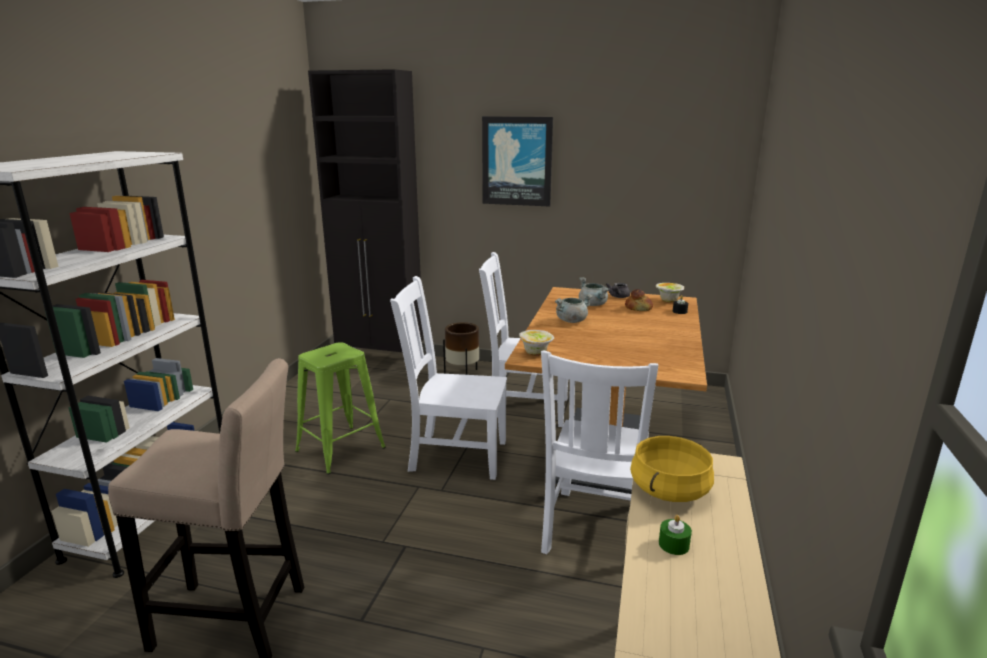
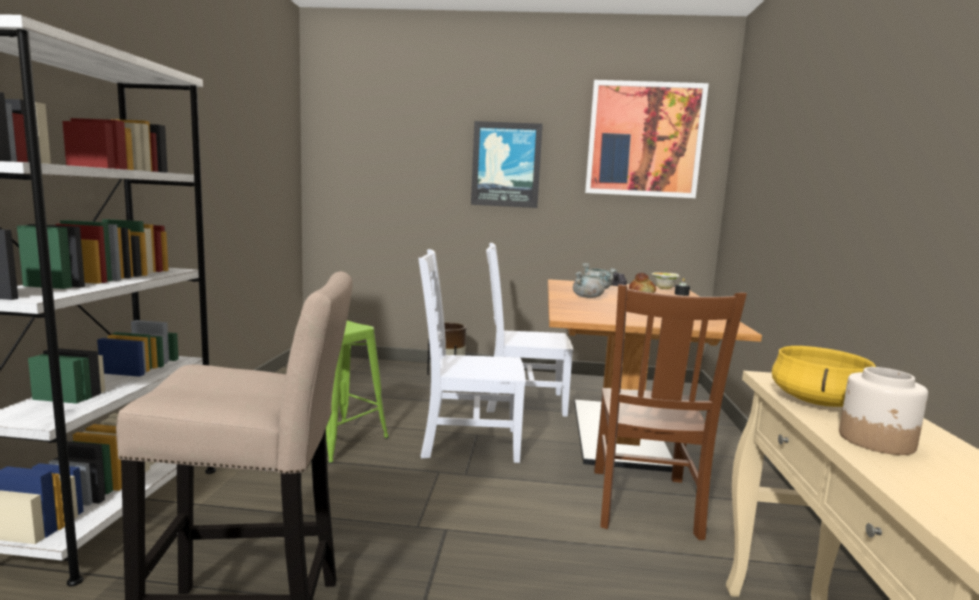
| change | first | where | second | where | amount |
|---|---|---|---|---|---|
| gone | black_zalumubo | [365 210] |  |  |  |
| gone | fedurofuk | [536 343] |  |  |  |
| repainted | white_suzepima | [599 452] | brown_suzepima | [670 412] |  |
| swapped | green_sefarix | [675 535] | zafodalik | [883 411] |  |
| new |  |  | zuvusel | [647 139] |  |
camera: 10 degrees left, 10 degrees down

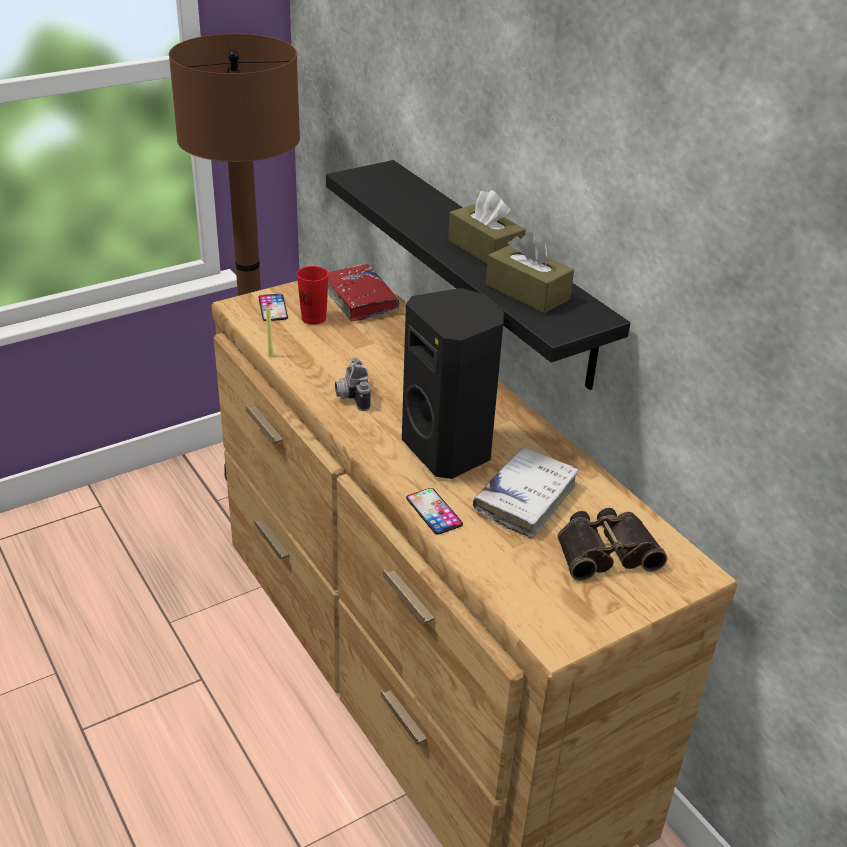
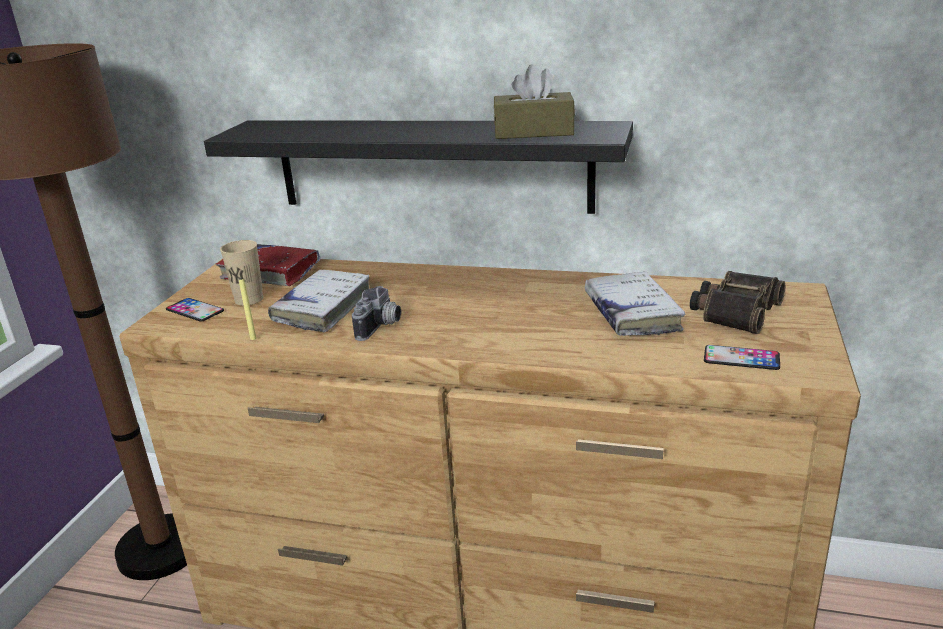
| change | first | where | second | where | amount |
|---|---|---|---|---|---|
| repainted | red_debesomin | [313 295] | beige_debesomin | [241 273] |  |
| rotated | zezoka | [353 384] |  | [376 313] | 105 degrees counterclockwise |
| gone | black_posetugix | [453 383] |  |  |  |
| shifted | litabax | [434 511] |  | [742 357] |  |
| gone | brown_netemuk | [487 227] |  |  |  |
| new |  |  | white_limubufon | [318 301] |  |
camera: 40 degrees left, 10 degrees down

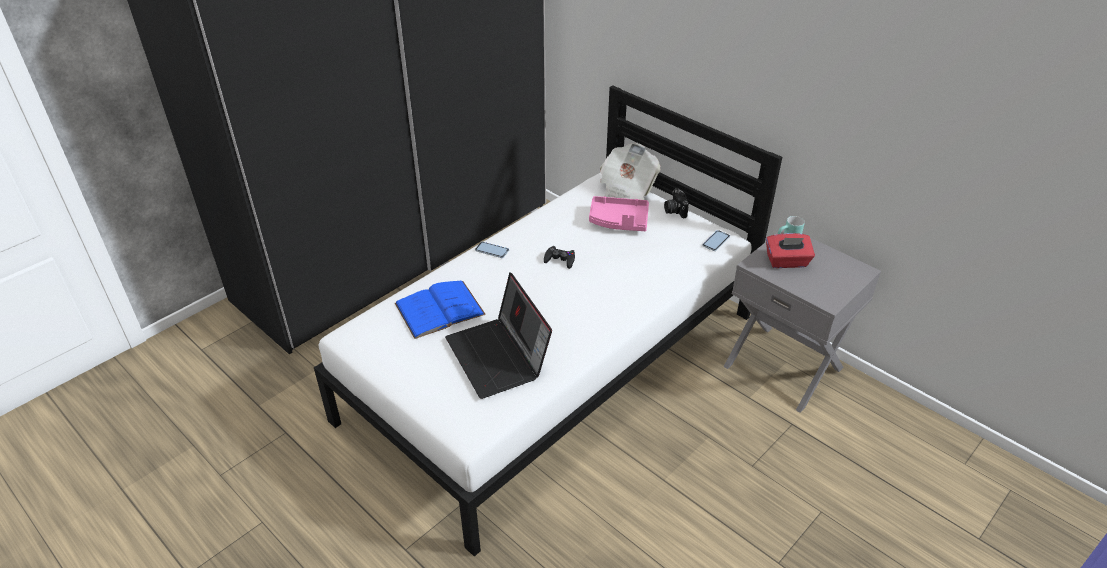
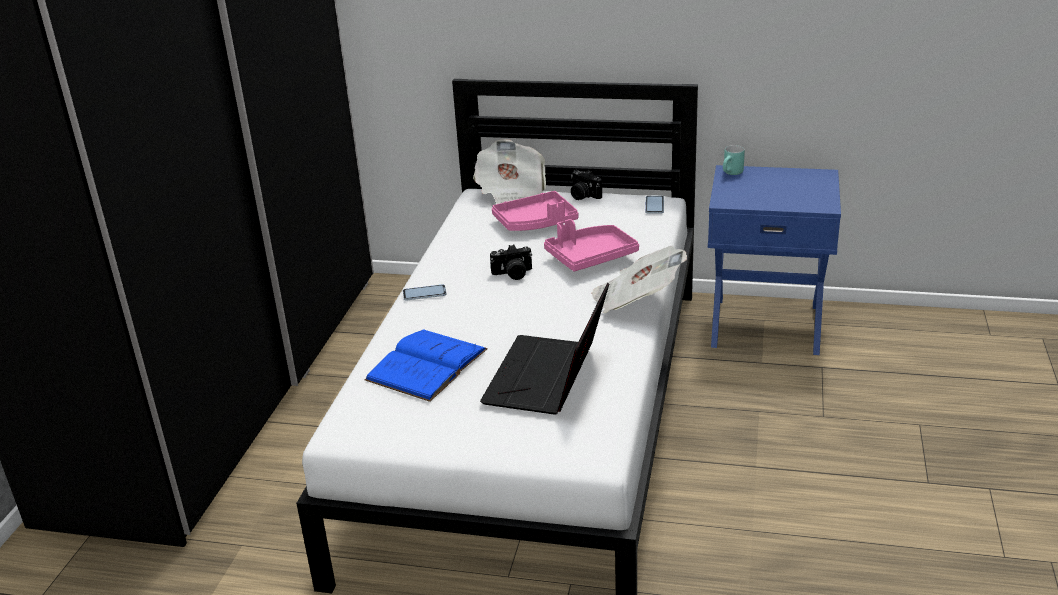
| change | first | where | second | where | amount |
|---|---|---|---|---|---|
| rotated | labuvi | [498 336] |  | [544 348] | 75 degrees clockwise |
| swapped | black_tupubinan | [559 257] | zezoka | [511 262] |  |
| repainted | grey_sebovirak | [802 321] | blue_sebovirak | [774 260] |  |
| gone | red_netemuk | [790 250] |  |  |  |
| new |  |  | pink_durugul | [591 245] |  |
| new |  |  | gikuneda | [639 279] |  |
camera: 30 degrees left, 10 degrees down

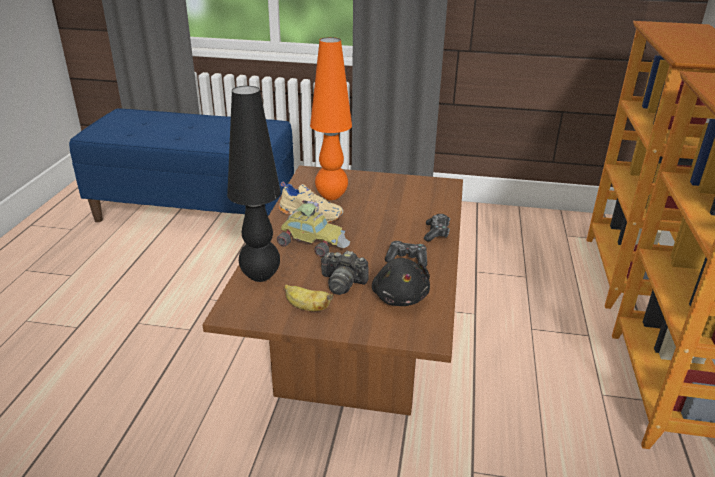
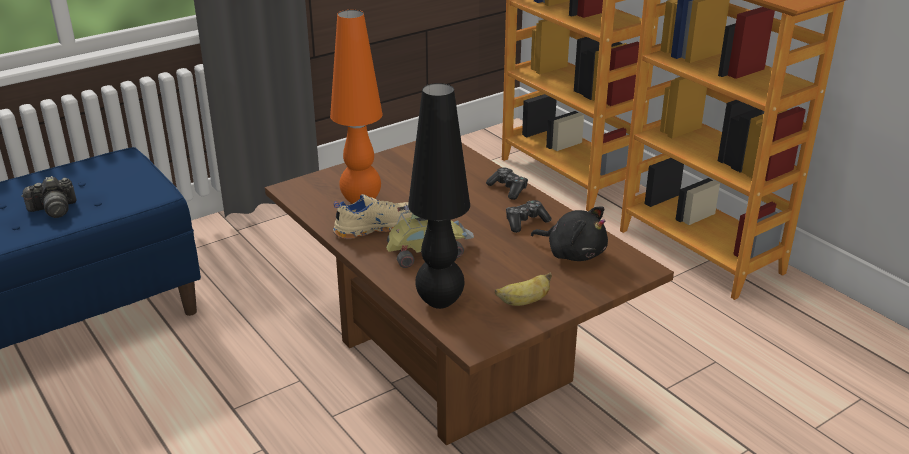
| change | first | where | second | where | amount |
|---|---|---|---|---|---|
| shifted | zezoka | [345 272] |  | [48 197] |  |
camera: 45 degrees left, 0 degrees up

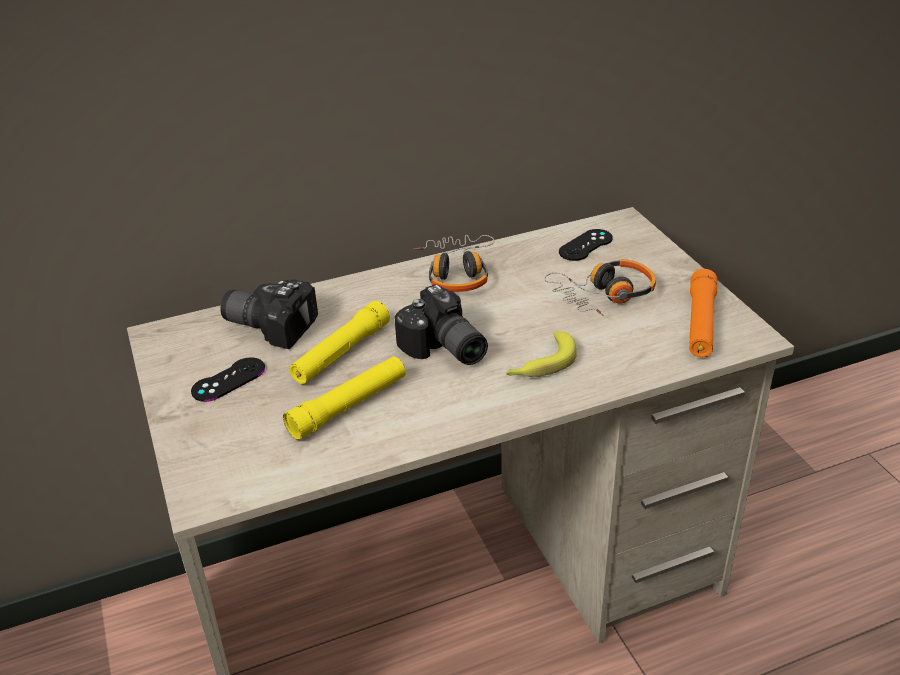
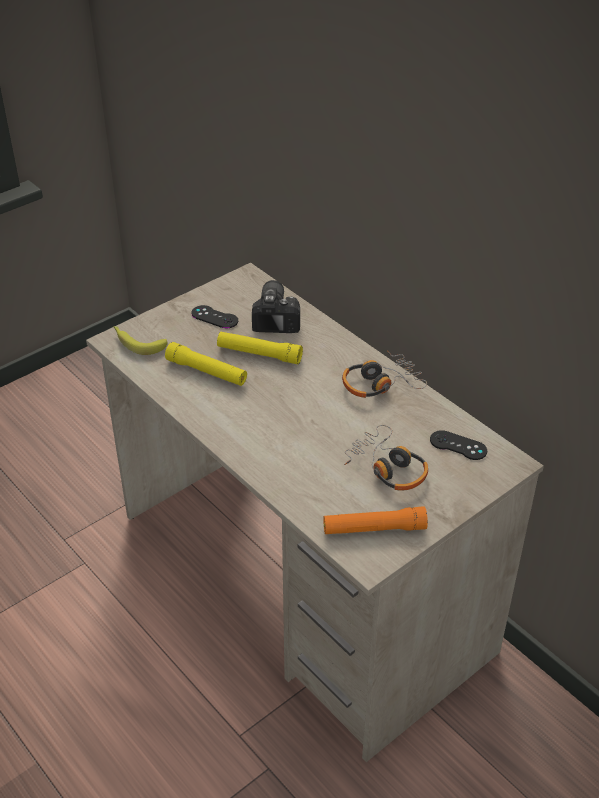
| change | first | where | second | where | amount |
|---|---|---|---|---|---|
| gone | zezoka | [441 324] |  |  |  |
| shifted | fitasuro | [541 354] |  | [140 340] |  |
camera: 70 degrees right, 5 degrees up

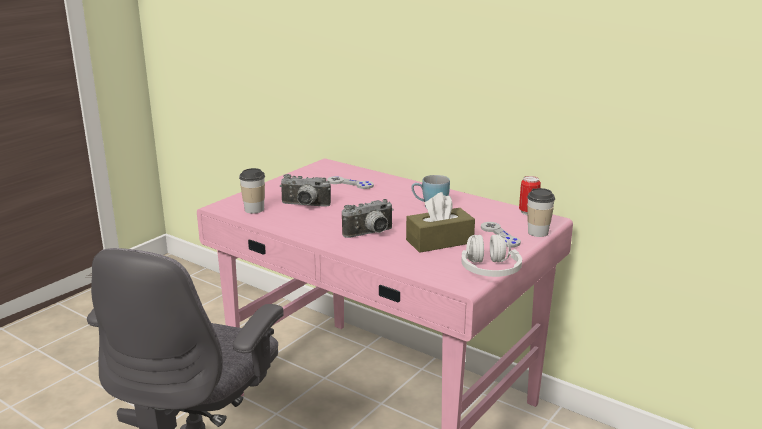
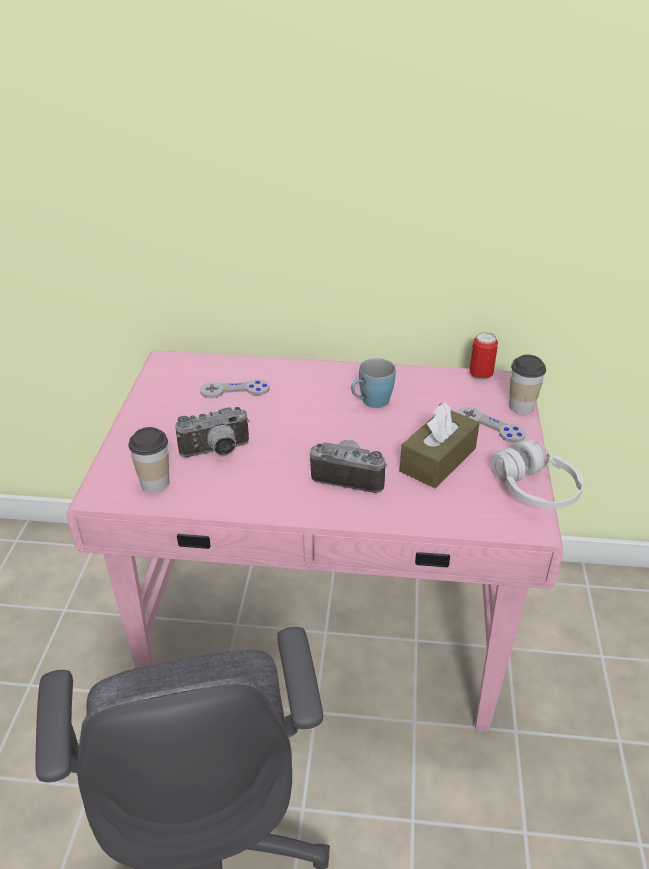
| change | first | where | second | where | amount |
|---|---|---|---|---|---|
| rotated | zezoka | [368 218] |  | [348 466] | 105 degrees counterclockwise |
camera: 30 degrees left, 15 degrees up

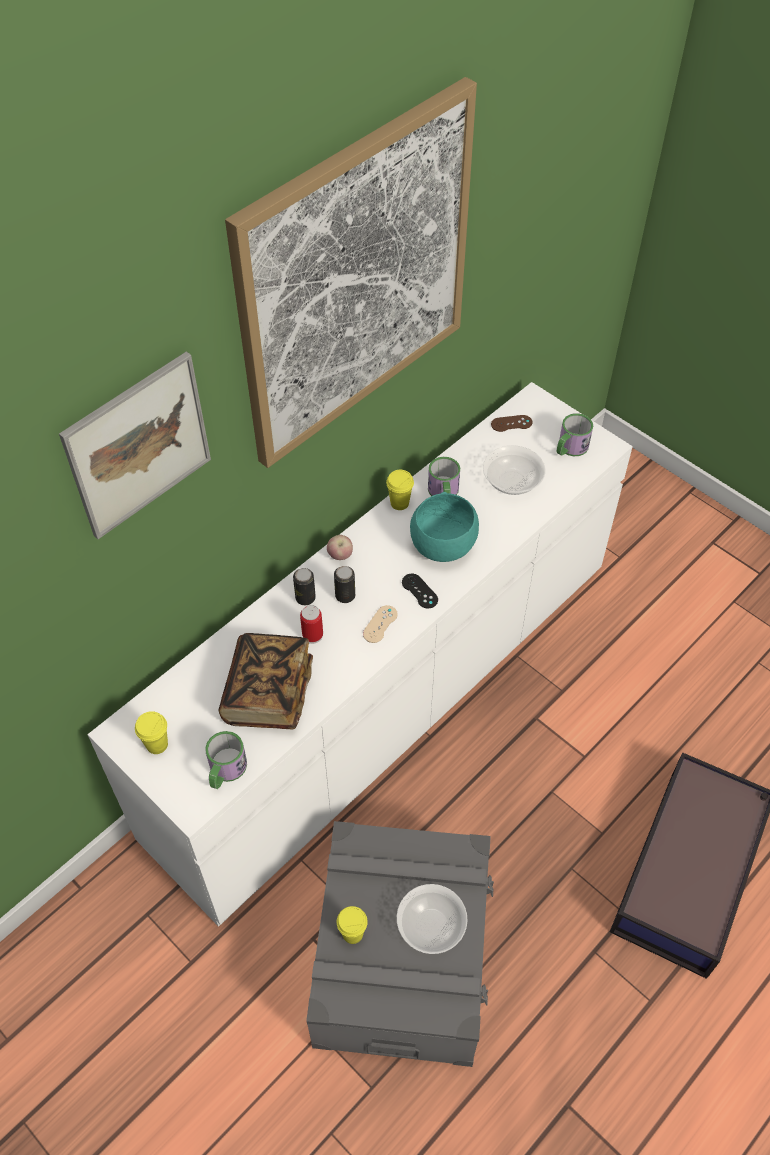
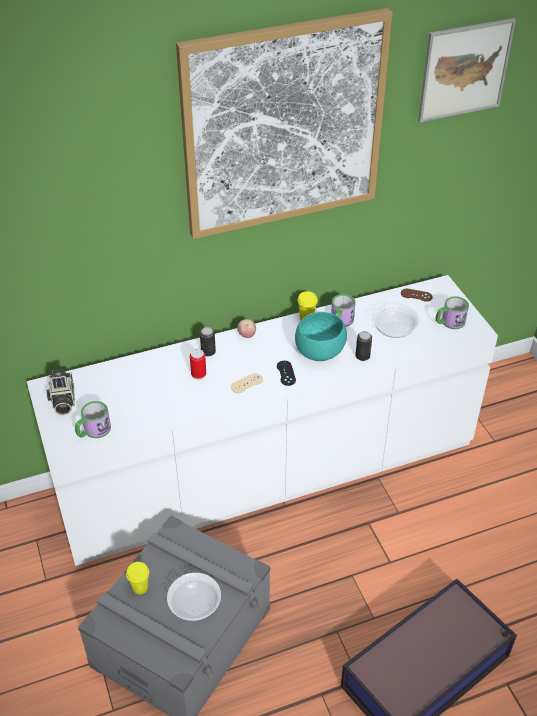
| change | first | where | second | where | amount |
|---|---|---|---|---|---|
| shifted | zuvusel | [135 445] |  | [467 70] |  |
| swapped | yellow_debesomin | [151 732] | zezoka | [61 392] |  |
| gone | limubufon | [266 681] |  |  |  |
| shifted | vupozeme | [344 584] |  | [363 346] |  |
camera: 25 degrees right, 10 degrees down

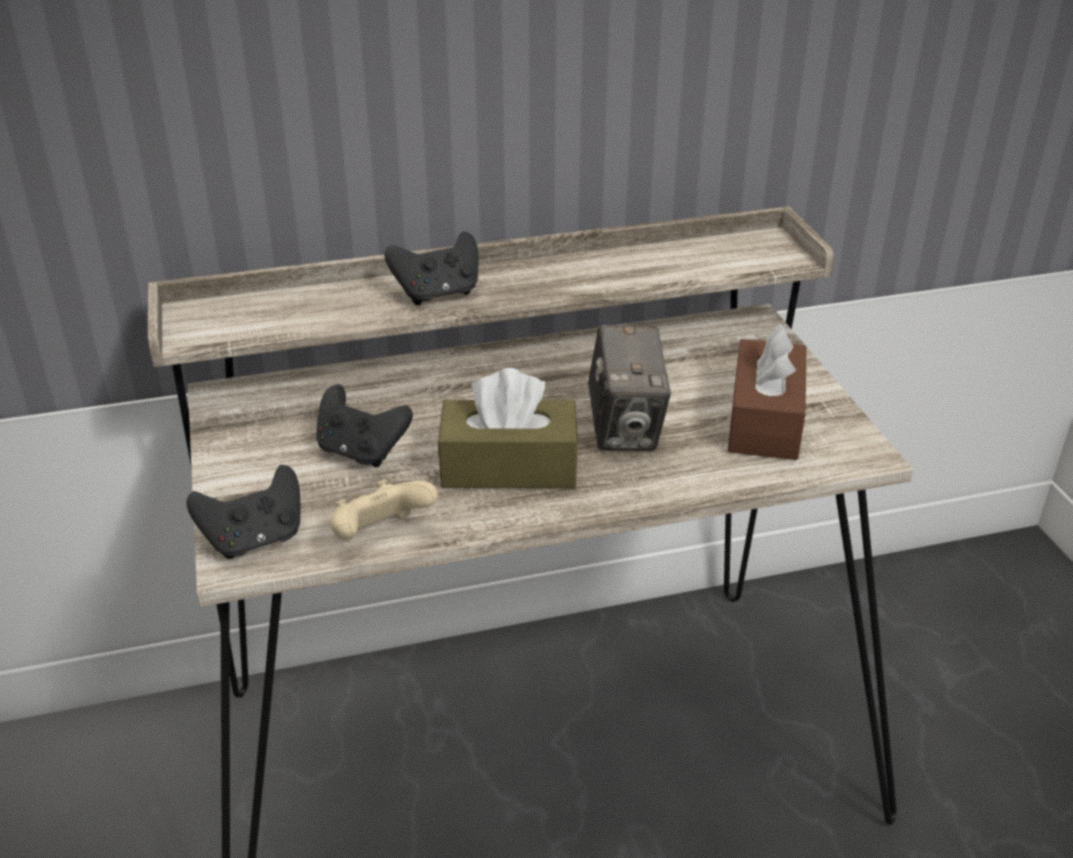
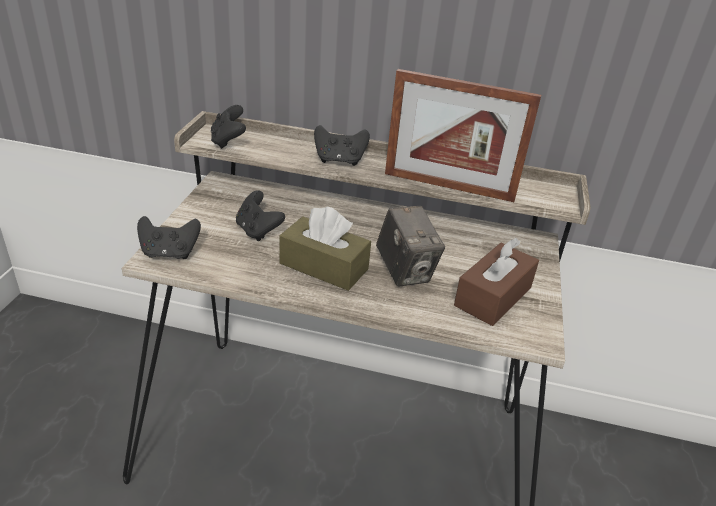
| change | first | where | second | where | amount |
|---|---|---|---|---|---|
| gone | beige_tupubinan | [383 510] |  |  |  |
| rotated | zezoka | [629 388] |  | [410 246] | 45 degrees counterclockwise |
| new |  |  | black_tupubinan | [228 127] |  |
| new |  |  | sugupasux | [463 135] |  |
camera: 25 degrees right, 0 degrees up

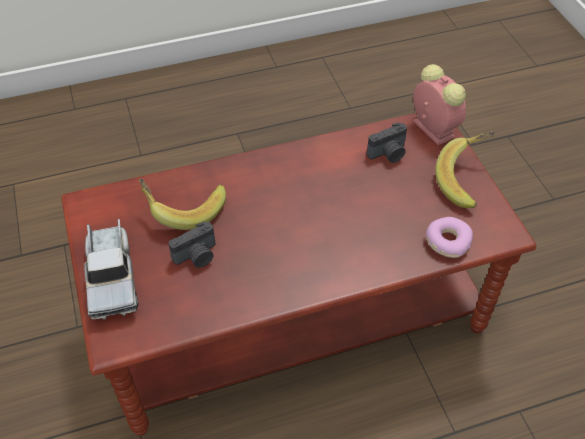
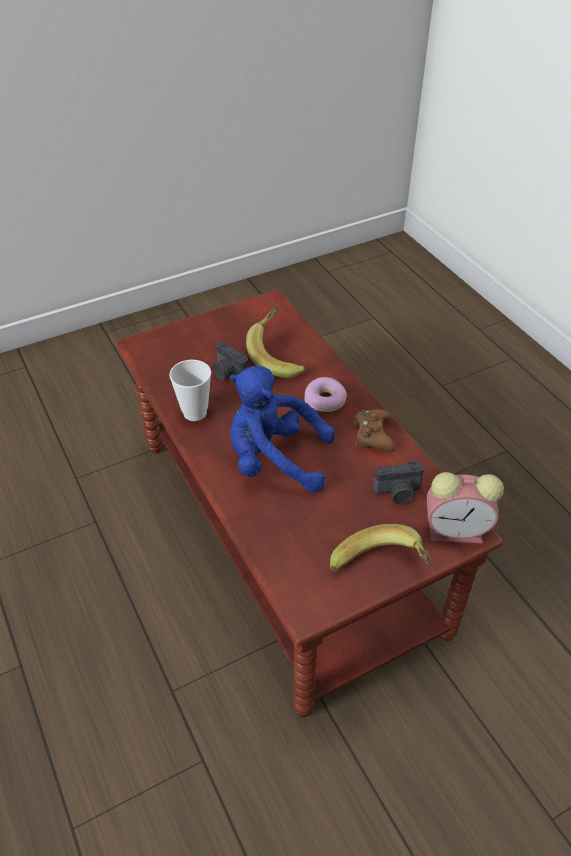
| change | first | where | second | where | amount |
|---|---|---|---|---|---|
| gone | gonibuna | [111 269] |  |  |  |
| rotated | zezoka | [387 142] |  | [398 482] | 60 degrees counterclockwise |
| rotated | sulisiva | [439 104] |  | [465 507] | 45 degrees clockwise |
| shifted | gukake | [449 237] |  | [325 394] |  |
| new |  |  | debesomin | [190 390] |  |
| new |  |  | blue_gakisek | [282 429] |  |
| new |  |  | brown_tupubinan | [374 430] |  |
camera: 80 degrees right, 5 degrees down

